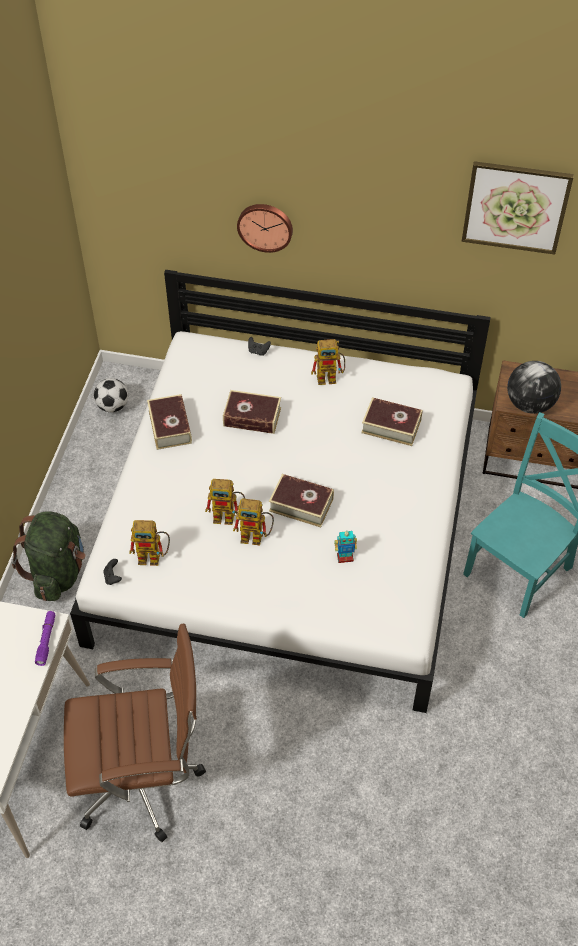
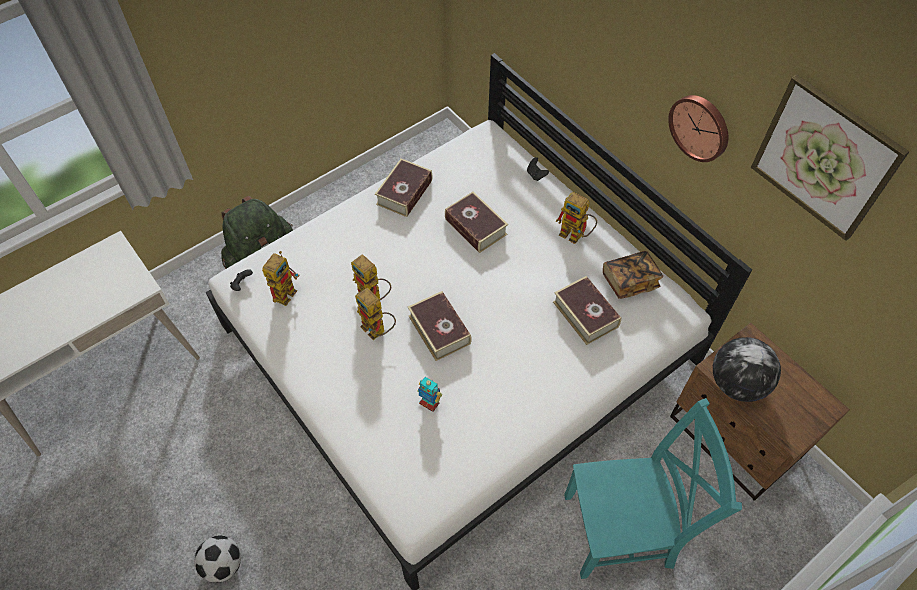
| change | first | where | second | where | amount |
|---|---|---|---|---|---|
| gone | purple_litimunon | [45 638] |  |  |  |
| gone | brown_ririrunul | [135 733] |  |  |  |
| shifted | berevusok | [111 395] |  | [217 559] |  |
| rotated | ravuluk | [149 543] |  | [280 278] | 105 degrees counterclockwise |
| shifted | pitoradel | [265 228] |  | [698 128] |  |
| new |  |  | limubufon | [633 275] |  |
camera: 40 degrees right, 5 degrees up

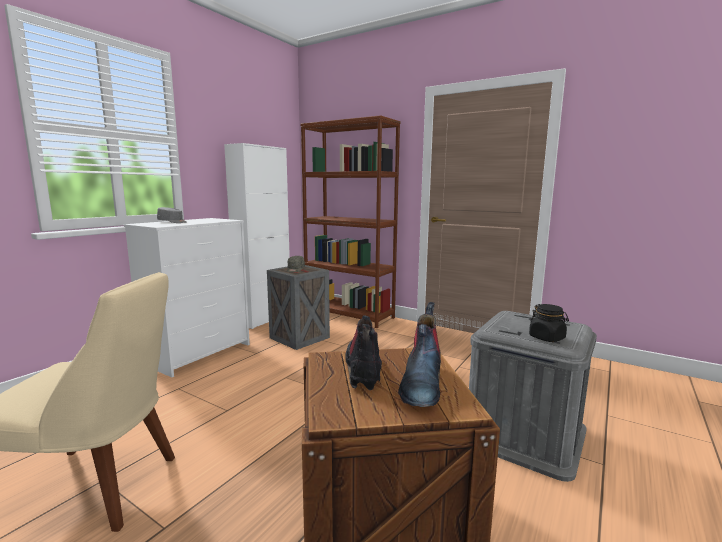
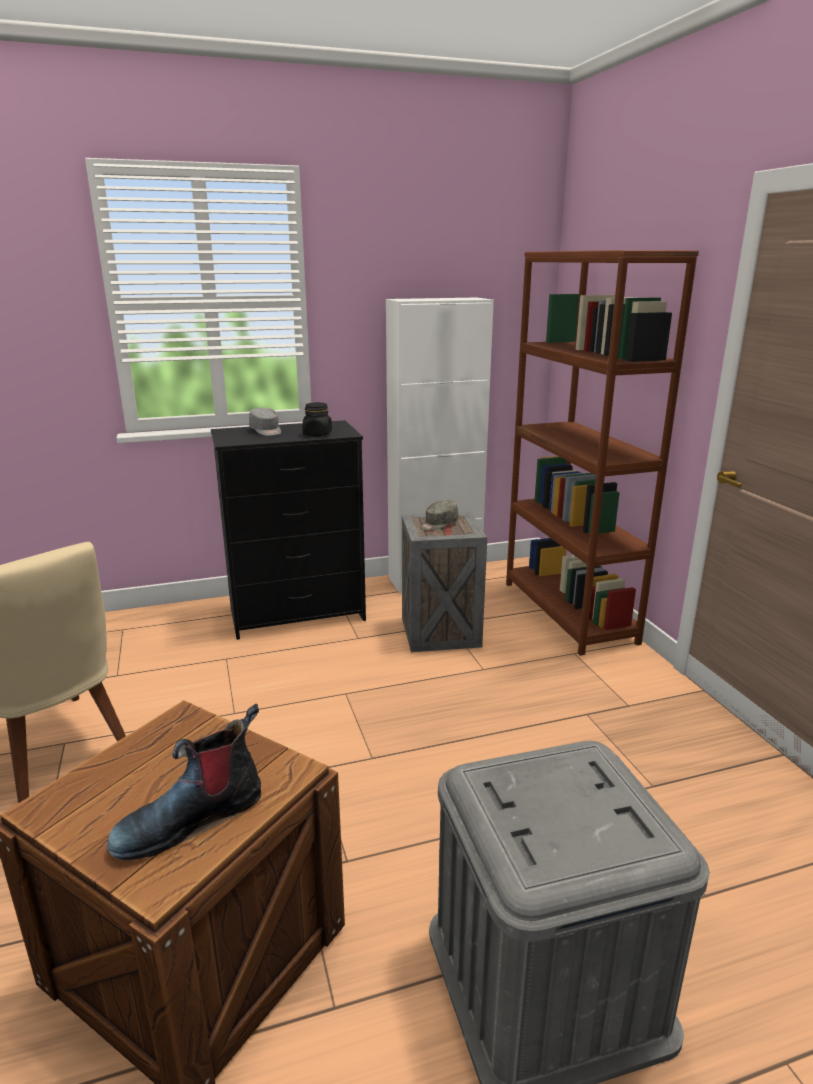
| change | first | where | second | where | amount |
|---|---|---|---|---|---|
| repainted | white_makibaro | [187 297] | black_makibaro | [288 530] |  |
| gone | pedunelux | [363 352] |  |  |  |
| shifted | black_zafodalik | [549 323] |  | [317 419] |  |
camera: 40 degrees right, 10 degrees up

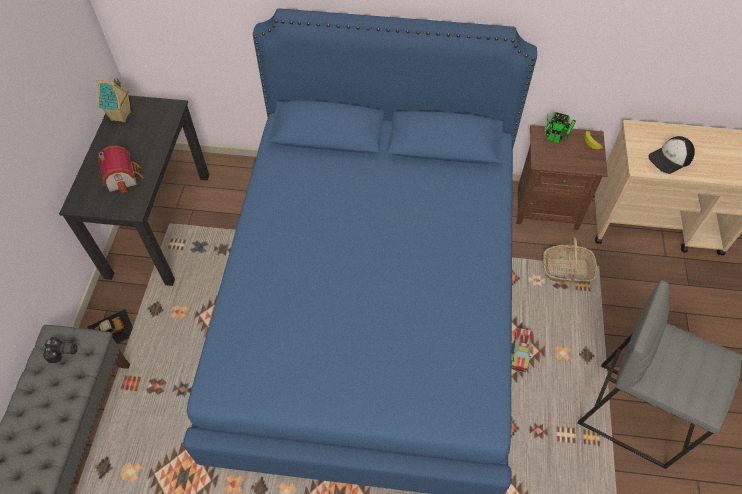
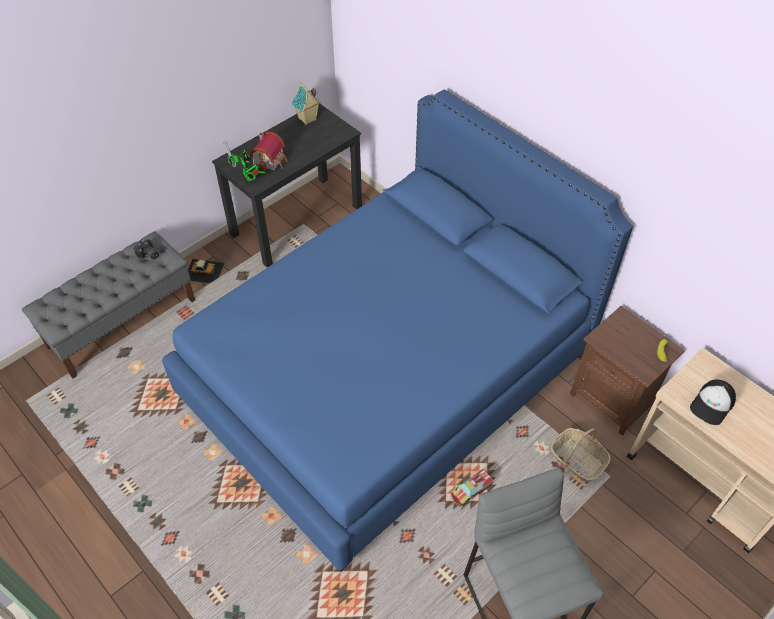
| change | first | where | second | where | amount |
|---|---|---|---|---|---|
| shifted | ravuluk | [560 127] |  | [244 161] |  |
| rotated | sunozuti | [671 155] |  | [713 402] | 60 degrees counterclockwise |
camera: 40 degrees right, 5 degrees down

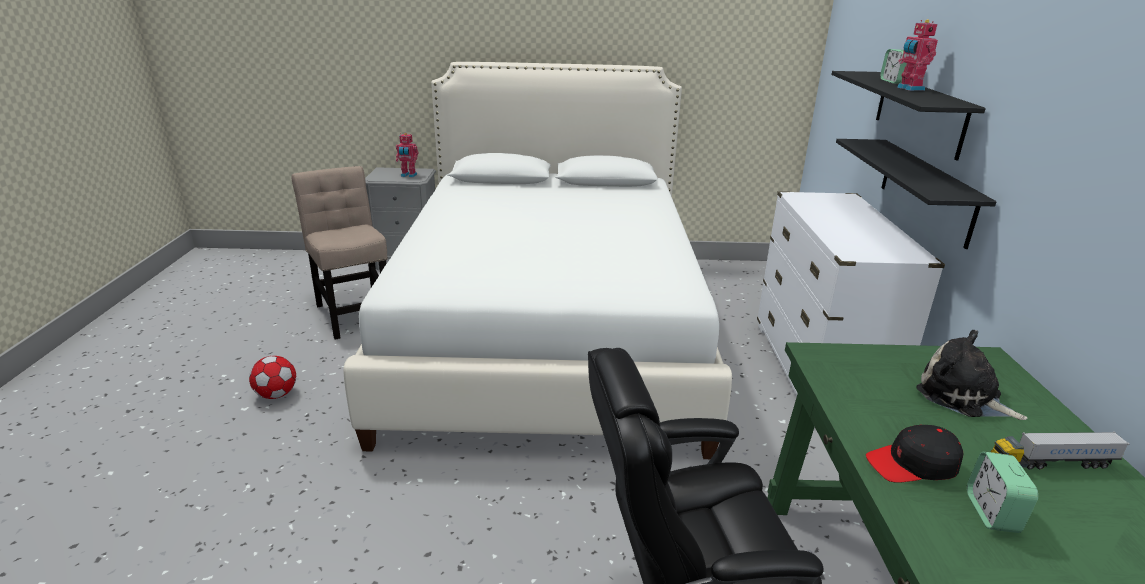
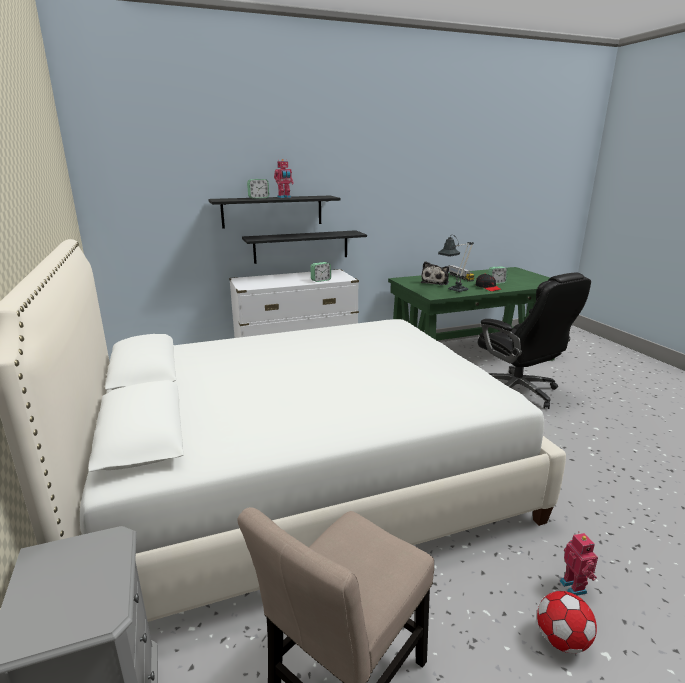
| change | first | where | second | where | amount |
|---|---|---|---|---|---|
| shifted | ravuluk | [407 155] |  | [579 563] |  |
| new |  |  | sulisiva | [320 272] |  |
| new |  |  | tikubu | [456 263] |  |
camera: 110 degrees left, 5 degrees down

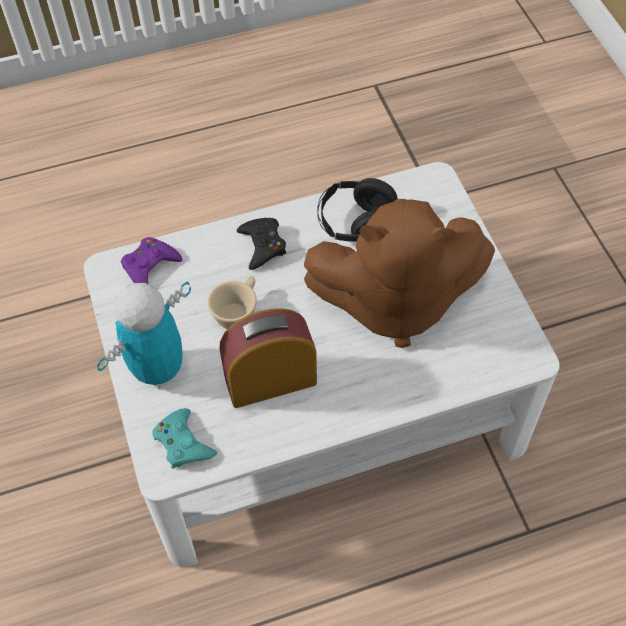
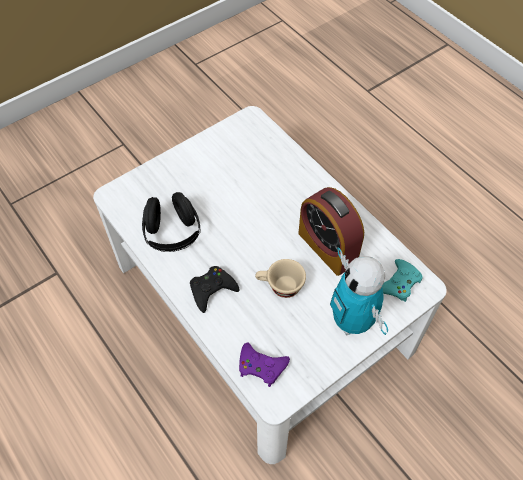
| change | first | where | second | where | amount |
|---|---|---|---|---|---|
| rotated | ravuluk | [144 335] |  | [359 291] | 45 degrees clockwise |
| gone | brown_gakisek | [399 273] |  |  |  |
camera: 110 degrees left, 0 degrees up

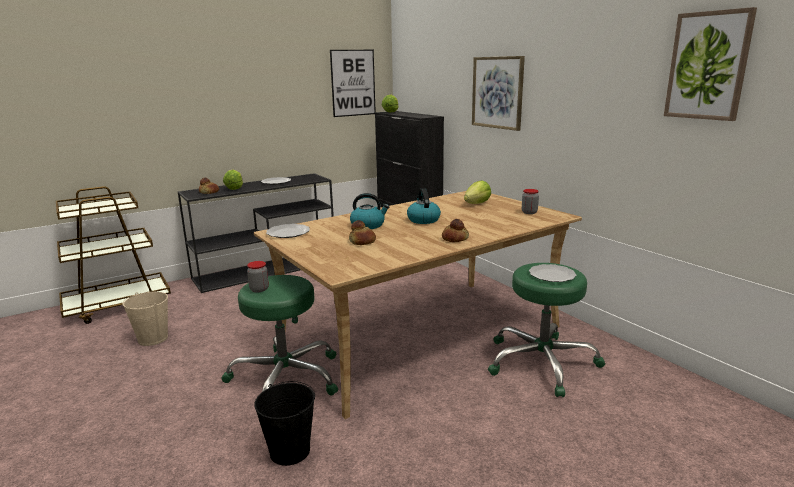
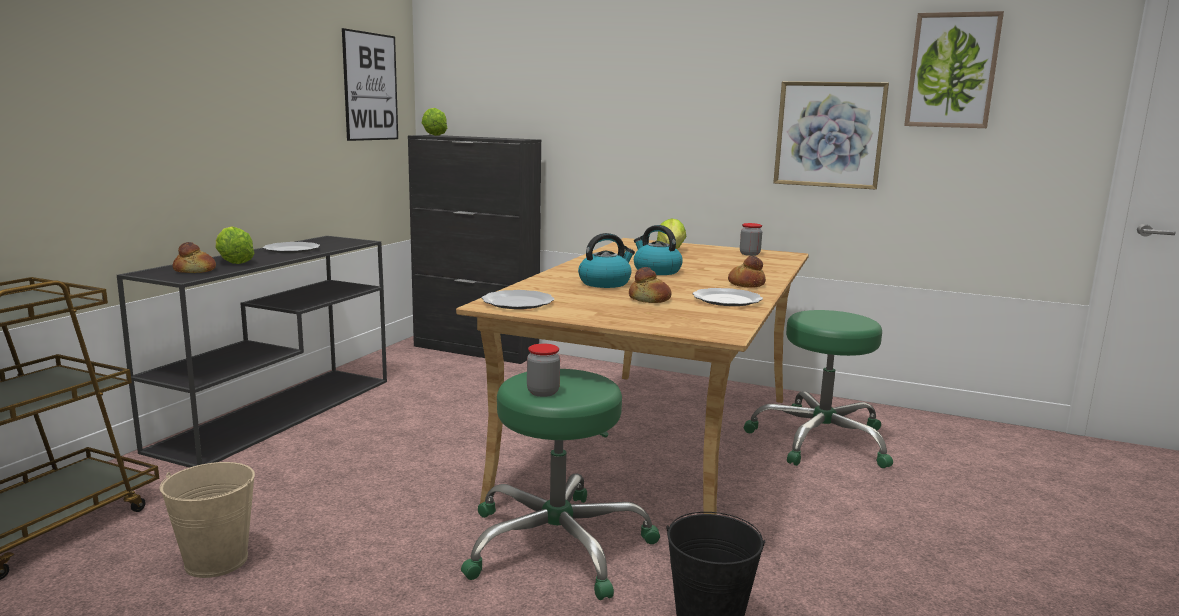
| change | first | where | second | where | amount |
|---|---|---|---|---|---|
| shifted | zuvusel | [498 93] |  | [831 135] |  |
| shifted | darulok | [552 273] |  | [727 297] |  |
camera: 35 degrees left, 5 degrees down

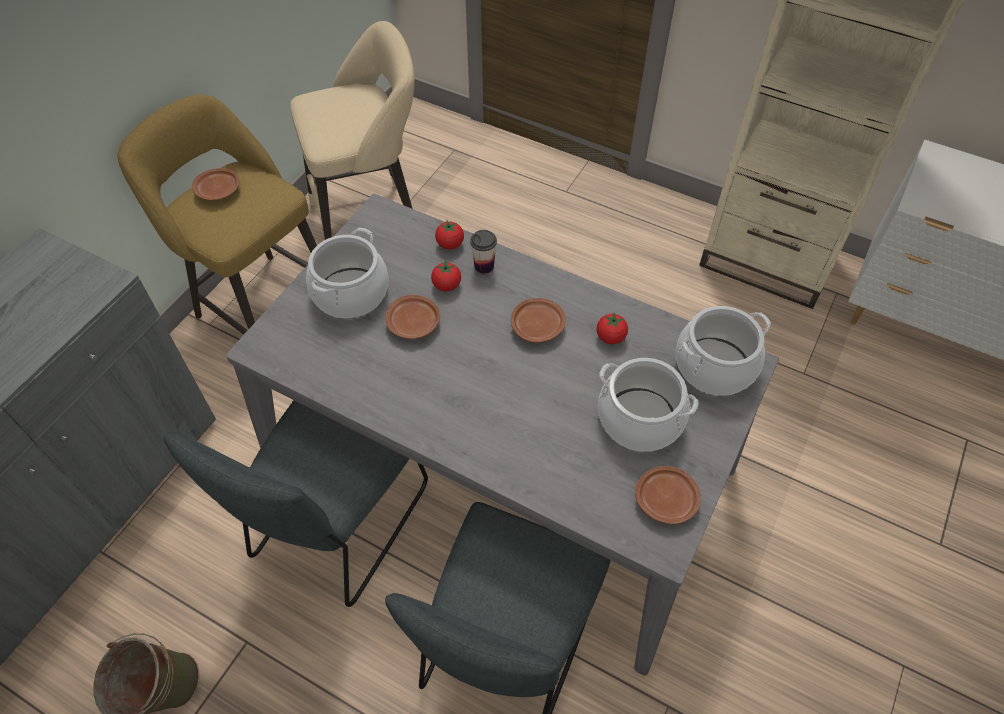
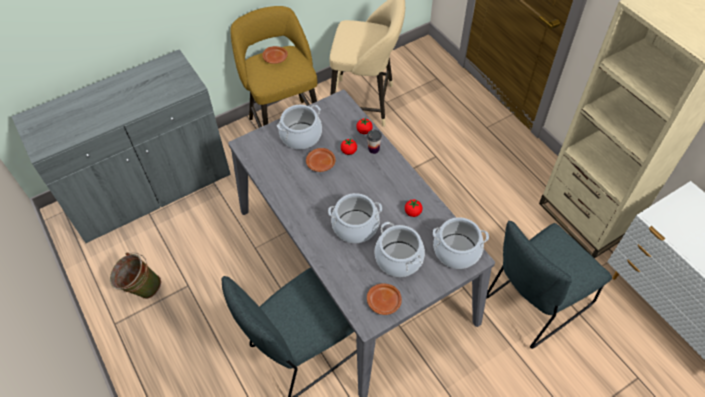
| change | first | where | second | where | amount |
|---|---|---|---|---|---|
| shifted | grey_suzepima | [295 503] |  | [549 285] |  |
| gone | brown_darulok | [538 320] |  |  |  |
| new |  |  | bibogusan | [355 218] |  |
camera: 30 degrees right, 0 degrees up

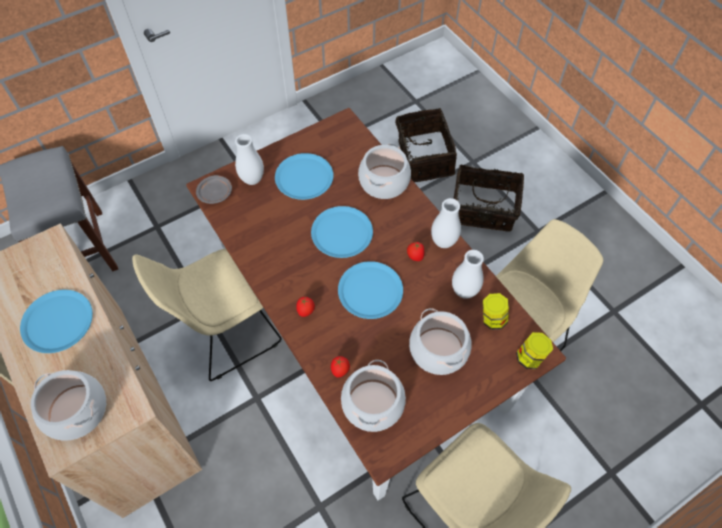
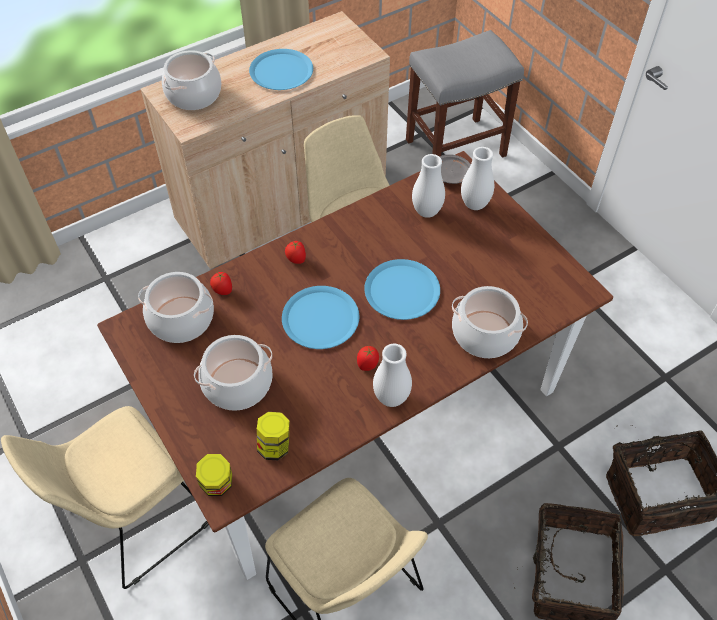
| change | first | where | second | where | amount |
|---|---|---|---|---|---|
| gone | blue_darulok | [304 176] |  |  |  |
| shifted | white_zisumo | [468 274] |  | [428 186] |  |
camera: 90 degrees right, 5 degrees down

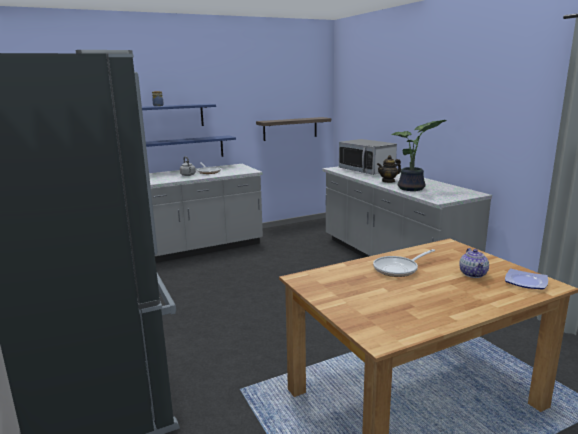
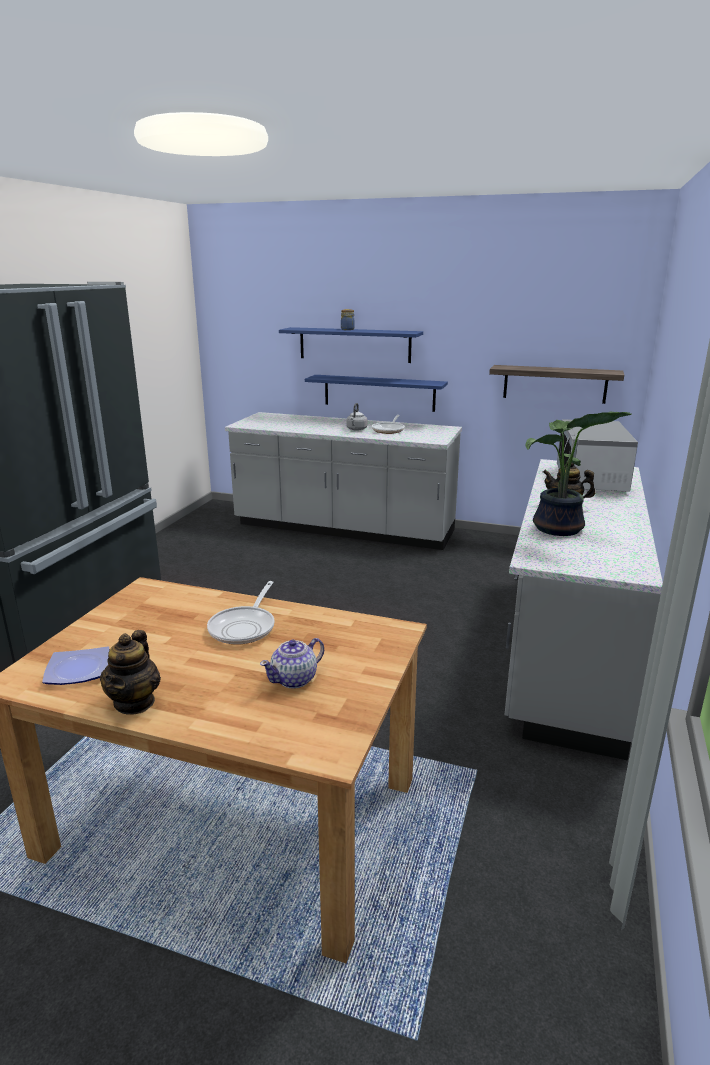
| change | first | where | second | where | amount |
|---|---|---|---|---|---|
| rotated | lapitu | [404 263] |  | [241 613] | 90 degrees counterclockwise |
| shifted | darulok | [526 279] |  | [75 665] |  |
| new |  |  | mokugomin | [130 672] |  |
camera: 45 degrees right, 5 degrees up

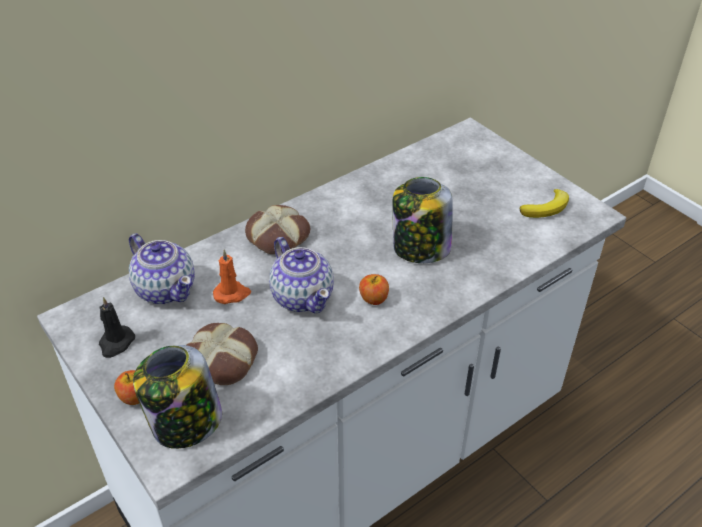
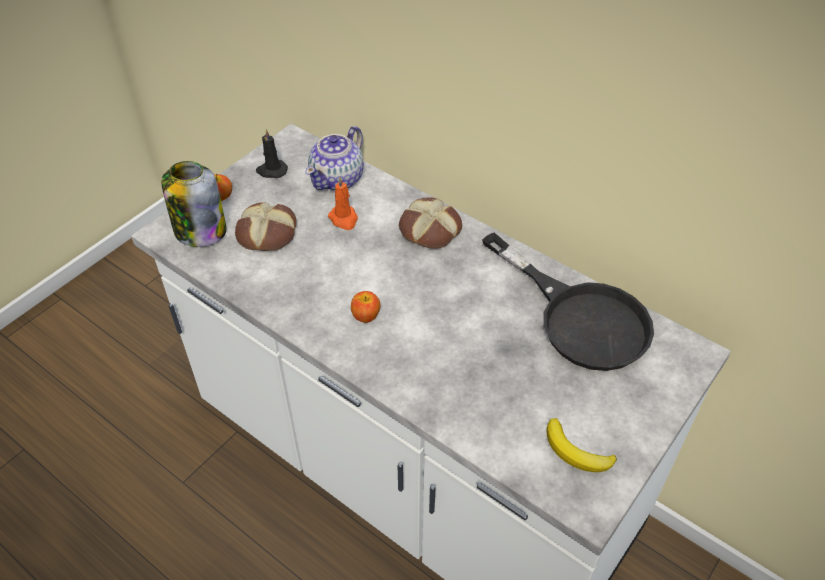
| change | first | where | second | where | amount |
|---|---|---|---|---|---|
| gone | mokugomin | [301 275] |  |  |  |
| gone | zafodalik | [422 220] |  |  |  |
| new |  |  | black_lapitu | [568 301] |  |
camera: 75 degrees right, 5 degrees up

